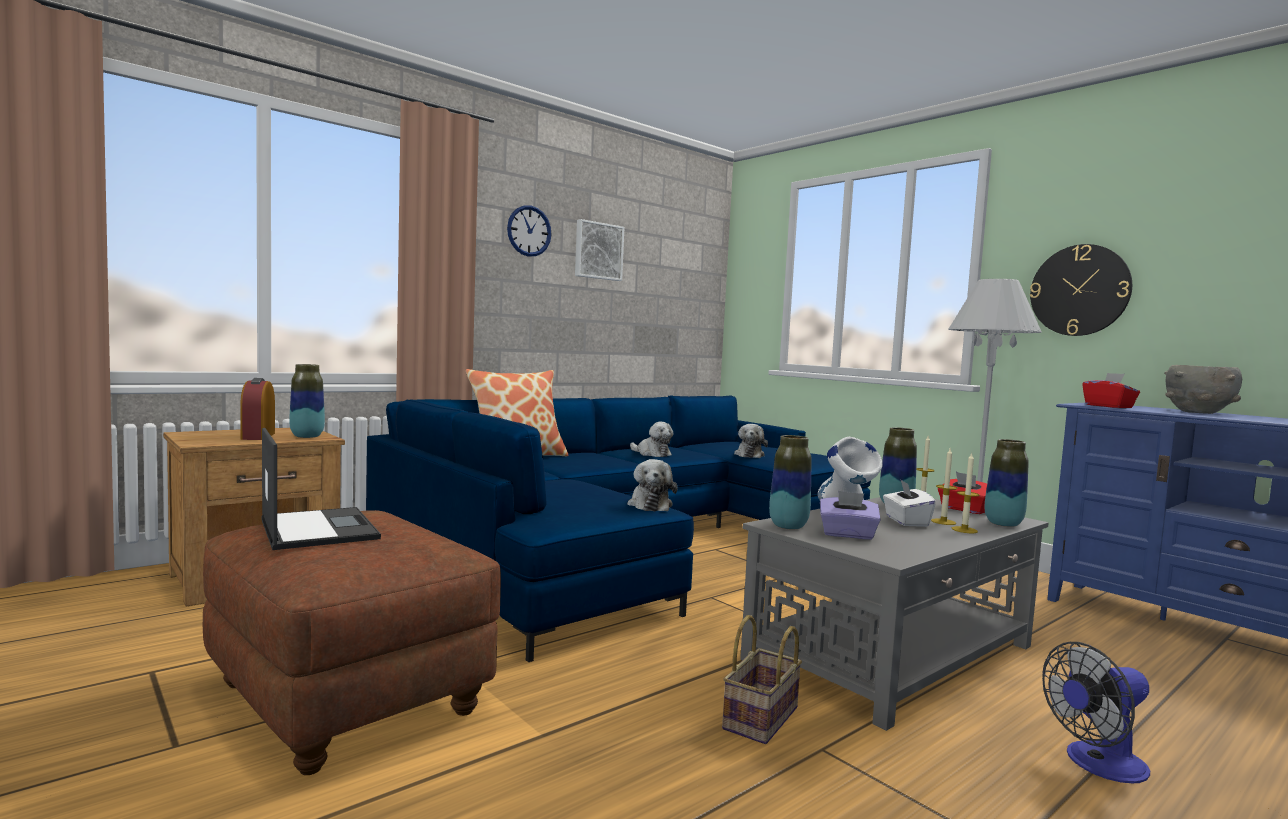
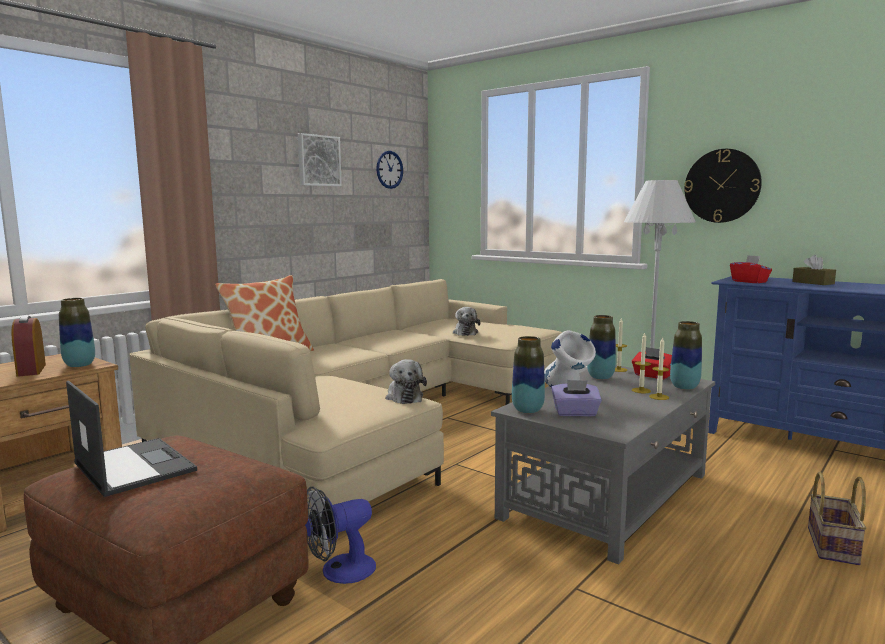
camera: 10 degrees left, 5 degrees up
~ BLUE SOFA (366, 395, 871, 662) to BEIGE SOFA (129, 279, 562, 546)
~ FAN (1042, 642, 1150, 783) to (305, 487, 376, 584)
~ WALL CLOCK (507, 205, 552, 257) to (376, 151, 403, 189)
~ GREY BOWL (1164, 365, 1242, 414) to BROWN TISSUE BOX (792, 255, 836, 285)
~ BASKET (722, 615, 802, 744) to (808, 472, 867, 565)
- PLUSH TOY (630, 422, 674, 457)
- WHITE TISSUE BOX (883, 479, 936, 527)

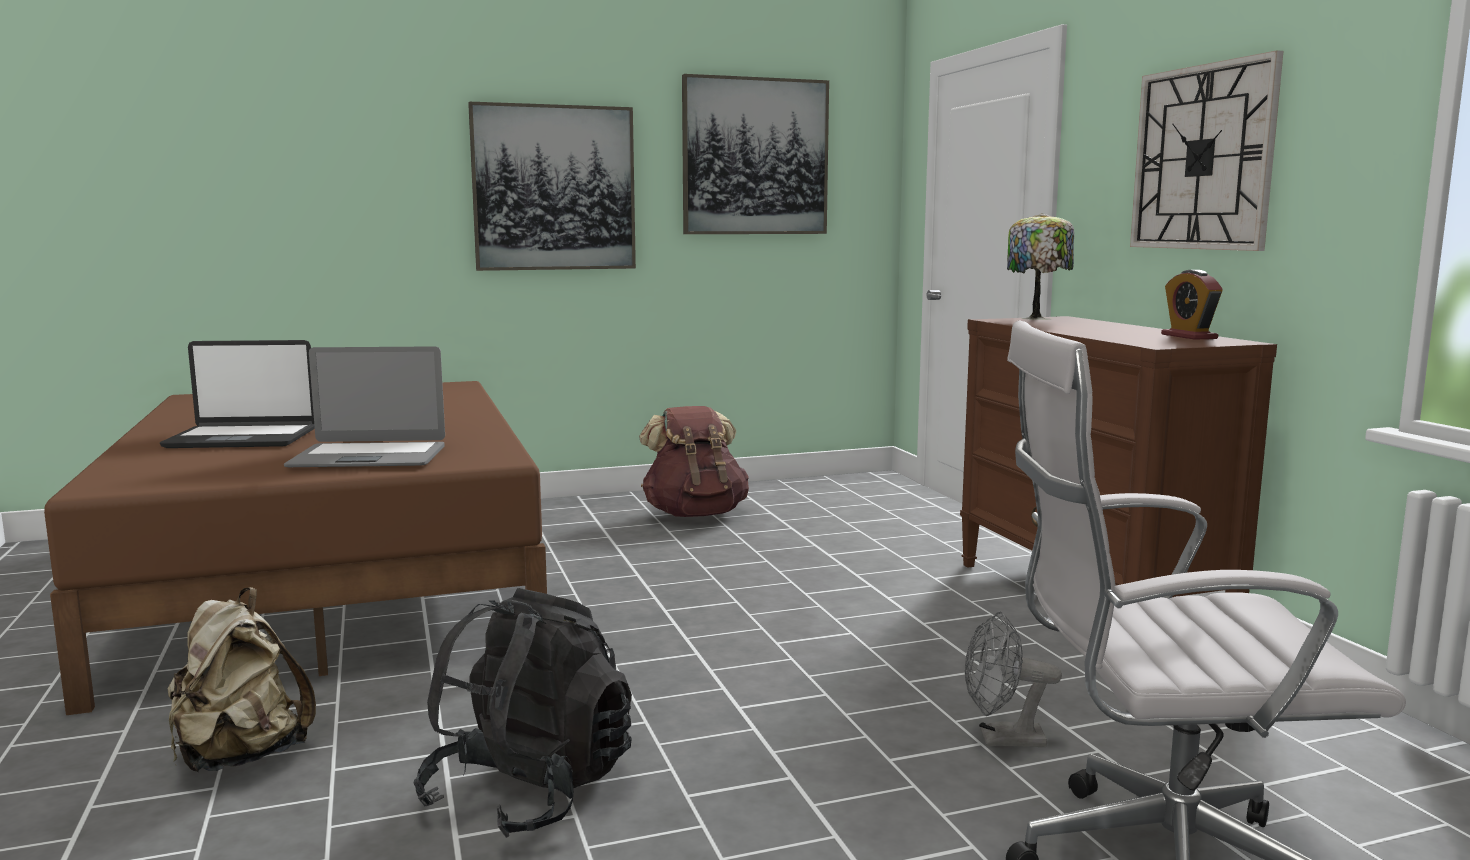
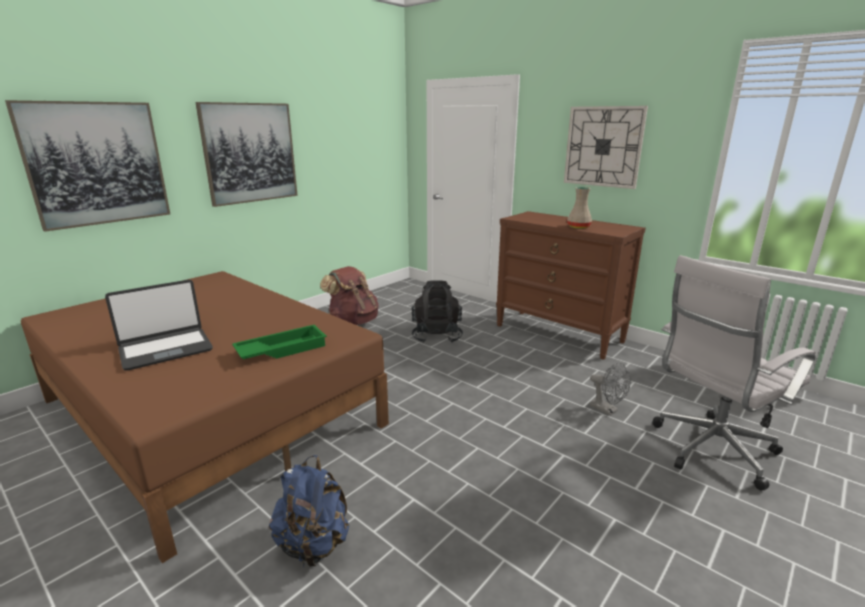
camera: 30 degrees left, 10 degrees up
~ PICTURE (682, 74, 829, 234) to (5, 100, 170, 232)
~ LAPTOP (284, 346, 445, 467) to GREEN TRAY (232, 325, 327, 359)
~ BEIGE BACKPACK (168, 587, 316, 772) to BLUE BACKPACK (269, 455, 349, 567)
~ BLACK BACKPACK (414, 588, 632, 838) to (412, 280, 463, 343)
+ BEIGE VASE (567, 187, 592, 229)
~ GREY FAN (965, 612, 1062, 747) = (589, 362, 631, 416) 105 degrees counterclockwise
- TABLE LAMP (1007, 213, 1074, 320)
- ALARM CLOCK (1161, 270, 1223, 340)

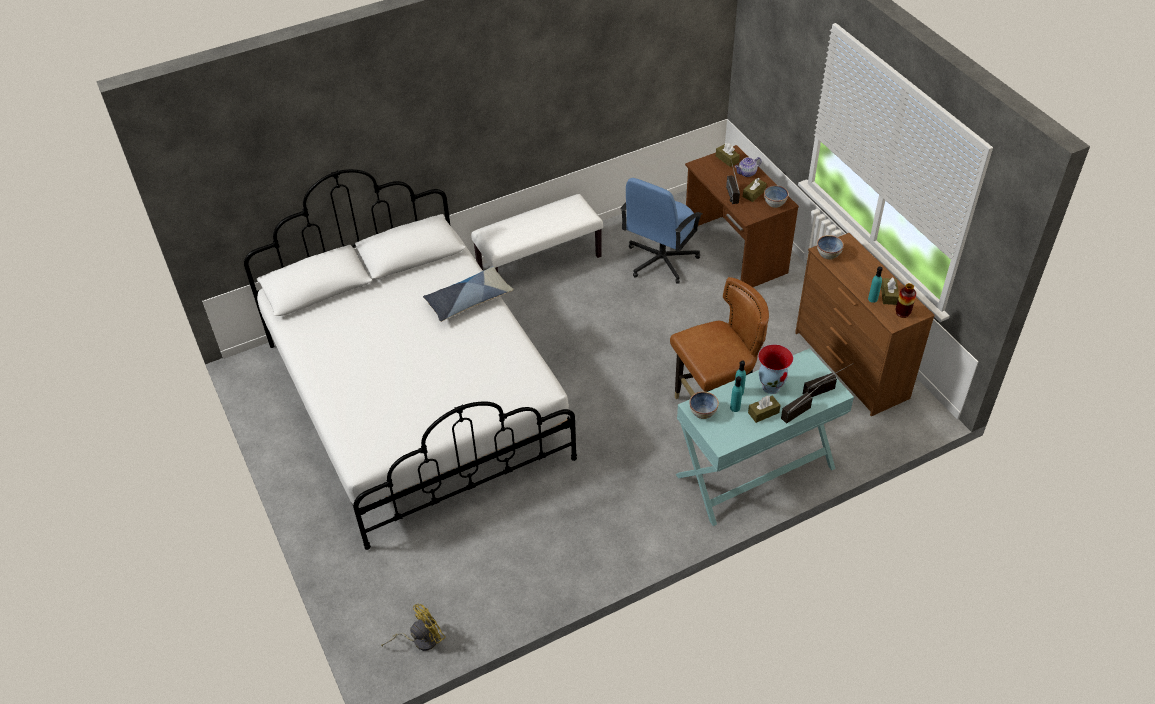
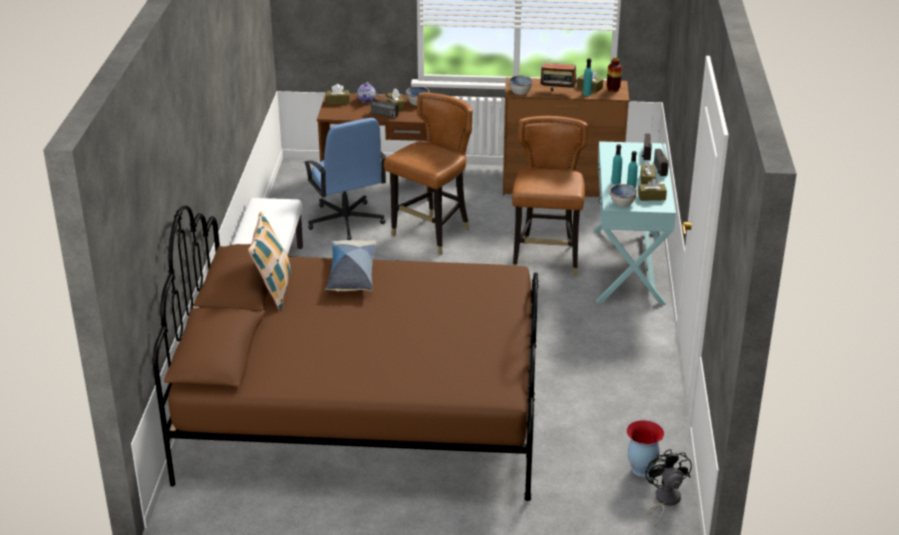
camera: 60 degrees left, 15 degrees down
~ WHITE BED (244, 169, 577, 550) to BROWN BED (153, 205, 538, 501)
+ PILLOW (248, 212, 291, 310)
+ BROWN CHAIR (384, 93, 472, 255)
+ RADIO (540, 60, 577, 91)
~ VASE (758, 344, 793, 394) to (626, 420, 664, 477)
+ BROWN TISSUE BOX (638, 178, 667, 201)
~ YELLOW FAN (381, 604, 446, 651) to BLACK FAN (646, 449, 692, 527)

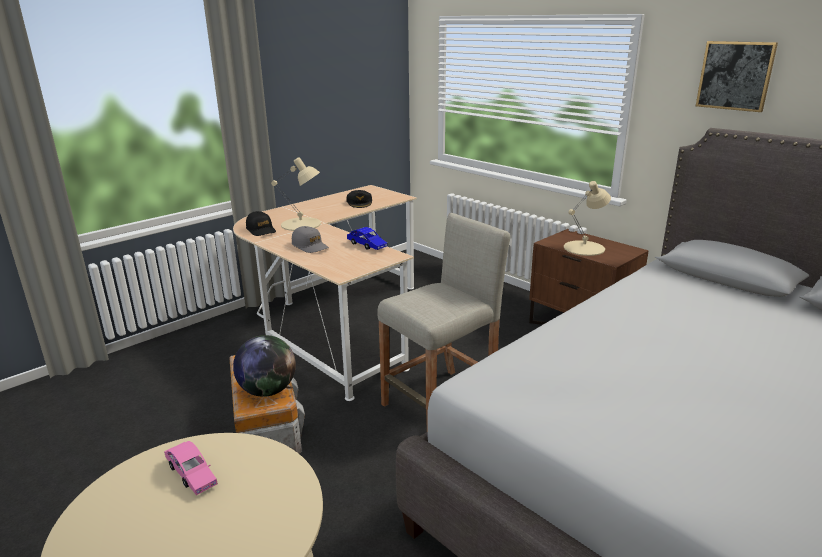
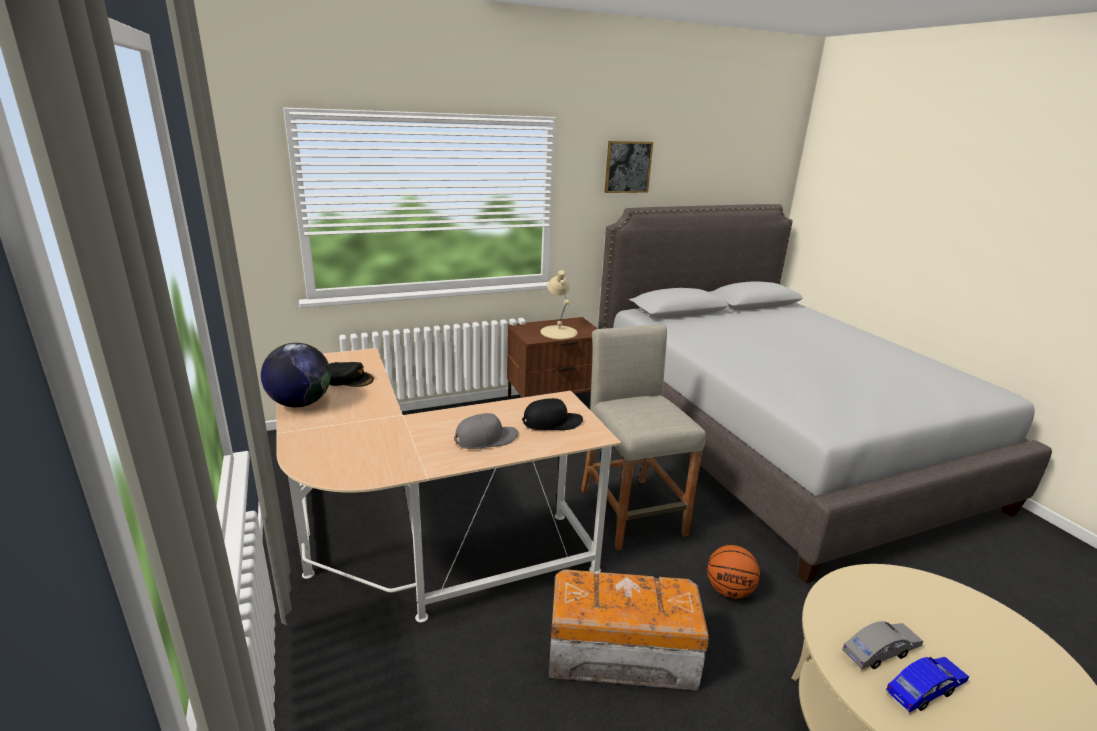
camera: 70 degrees left, 0 degrees up
~ GLOBE (233, 335, 296, 397) to (261, 343, 331, 407)
~ BLACK CAP (246, 211, 276, 236) to (522, 398, 583, 430)
+ BASKETBALL (707, 545, 760, 598)
~ PINK TOY CAR (164, 441, 218, 495) to GREY TOY CAR (842, 621, 923, 669)
~ BLUE TOY CAR (347, 227, 388, 250) to (886, 657, 969, 712)
- BEIGE TABLE LAMP (271, 157, 321, 231)

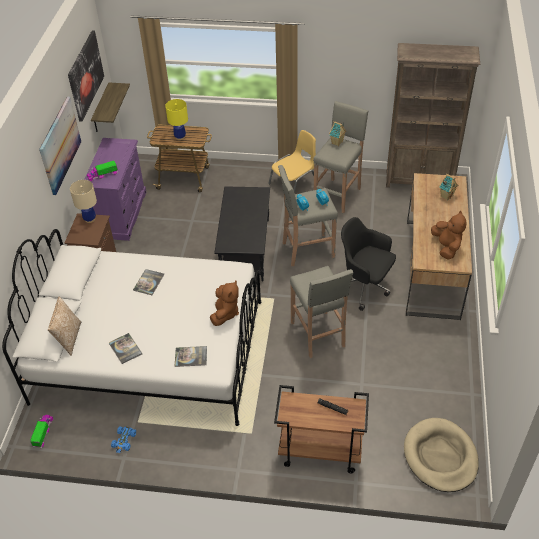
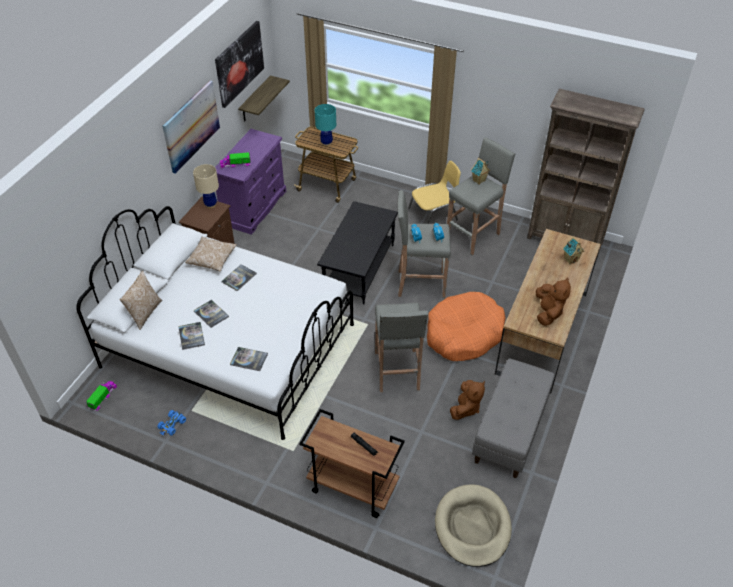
camera: 15 degrees right, 0 degrees up
+ PILLOW (185, 237, 237, 271)
+ BOOK (194, 300, 229, 328)
~ YELLOW TABLE LAMP (165, 99, 188, 140) to TURQUOISE TABLE LAMP (315, 104, 336, 146)
~ BLACK OFFICE CHAIR (341, 217, 396, 311) to ORANGE DOG BED (427, 292, 506, 361)
~ BROWN PLUSH TOY (210, 281, 239, 326) to (450, 380, 485, 420)
+ GREY BENCH (472, 358, 554, 478)

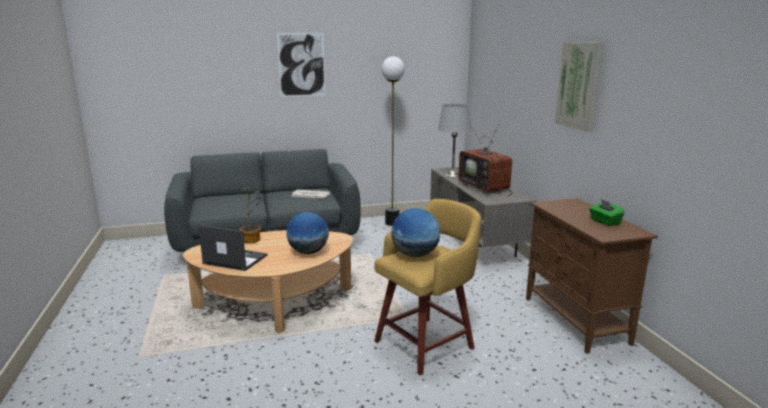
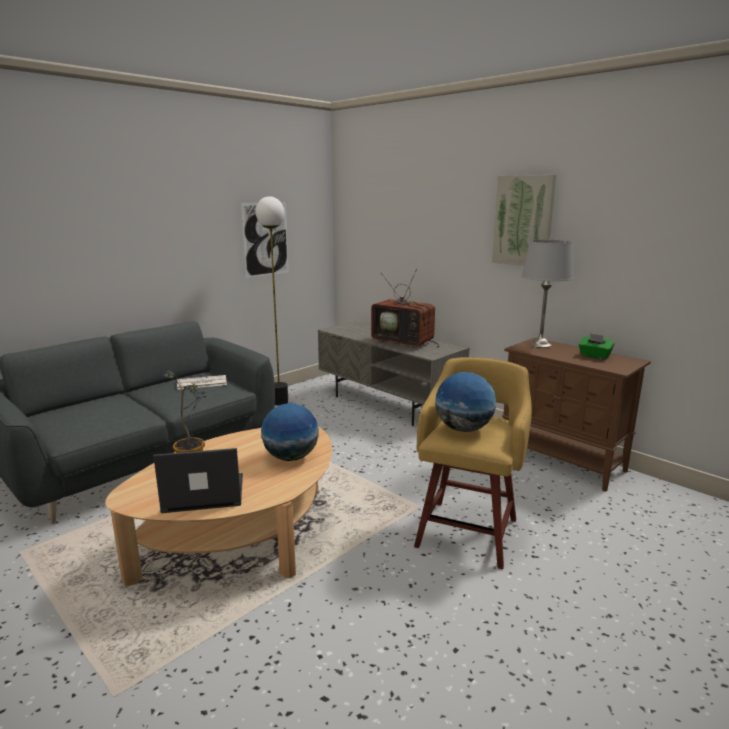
camera: 30 degrees left, 0 degrees up
~ PICTURE (277, 33, 326, 97) to (241, 202, 289, 278)
~ GREY TABLE LAMP (438, 104, 472, 177) to (522, 240, 574, 348)

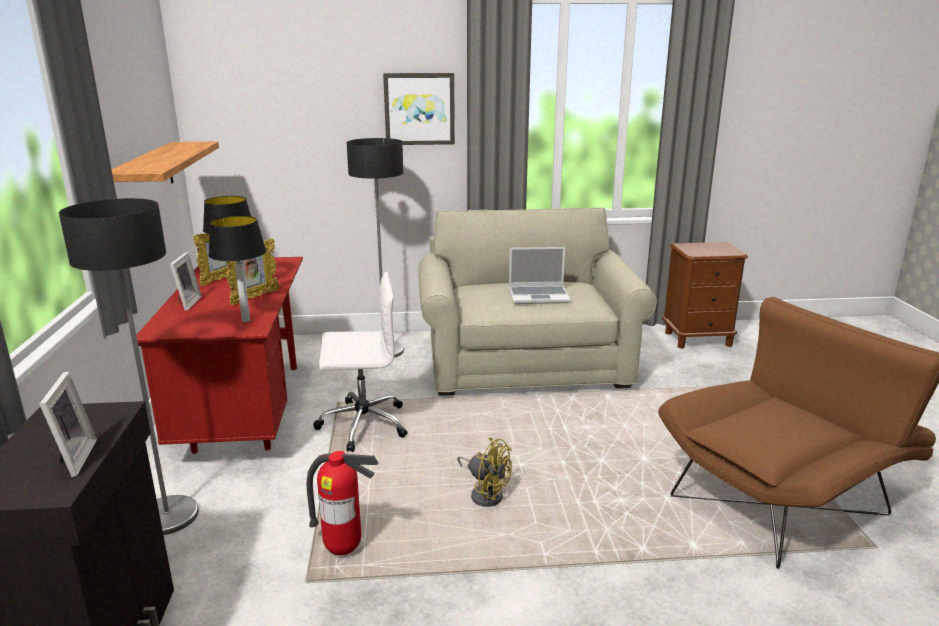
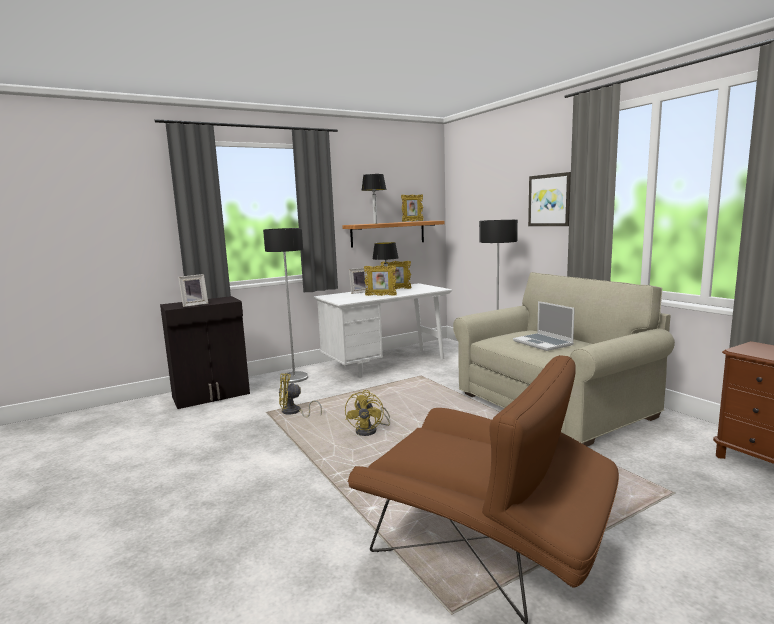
camera: 65 degrees right, 10 degrees down
~ FIRE EXTINGUISHER (306, 451, 378, 555) to YELLOW FAN (279, 374, 322, 417)
~ RED DESK (137, 257, 303, 454) to WHITE DESK (313, 283, 453, 378)
~ TABLE LAMP (208, 216, 266, 322) to (361, 174, 387, 224)
+ PICTURE FRAME (401, 194, 424, 222)
- WHITE OFFICE CHAIR (313, 272, 407, 452)

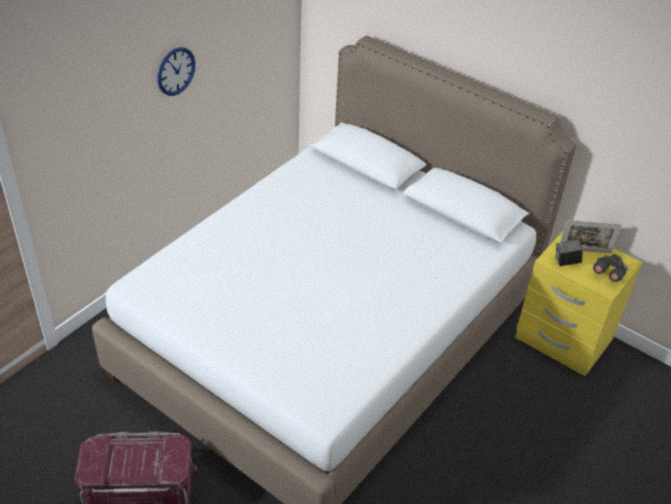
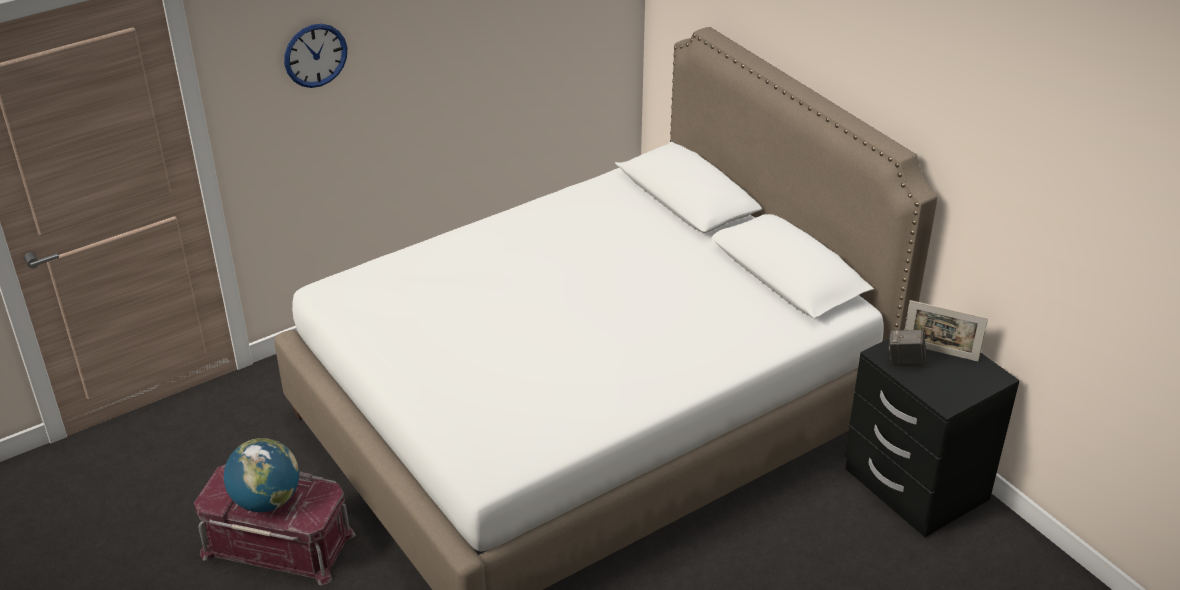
camera: 20 degrees right, 5 degrees down
+ GLOBE (224, 438, 299, 512)
~ WALL CLOCK (157, 47, 195, 96) to (284, 24, 347, 88)
~ YELLOW NIGHTSTAND (515, 230, 643, 376) to BLACK NIGHTSTAND (845, 338, 1020, 537)
- GREY BINOCULARS (593, 253, 628, 282)

